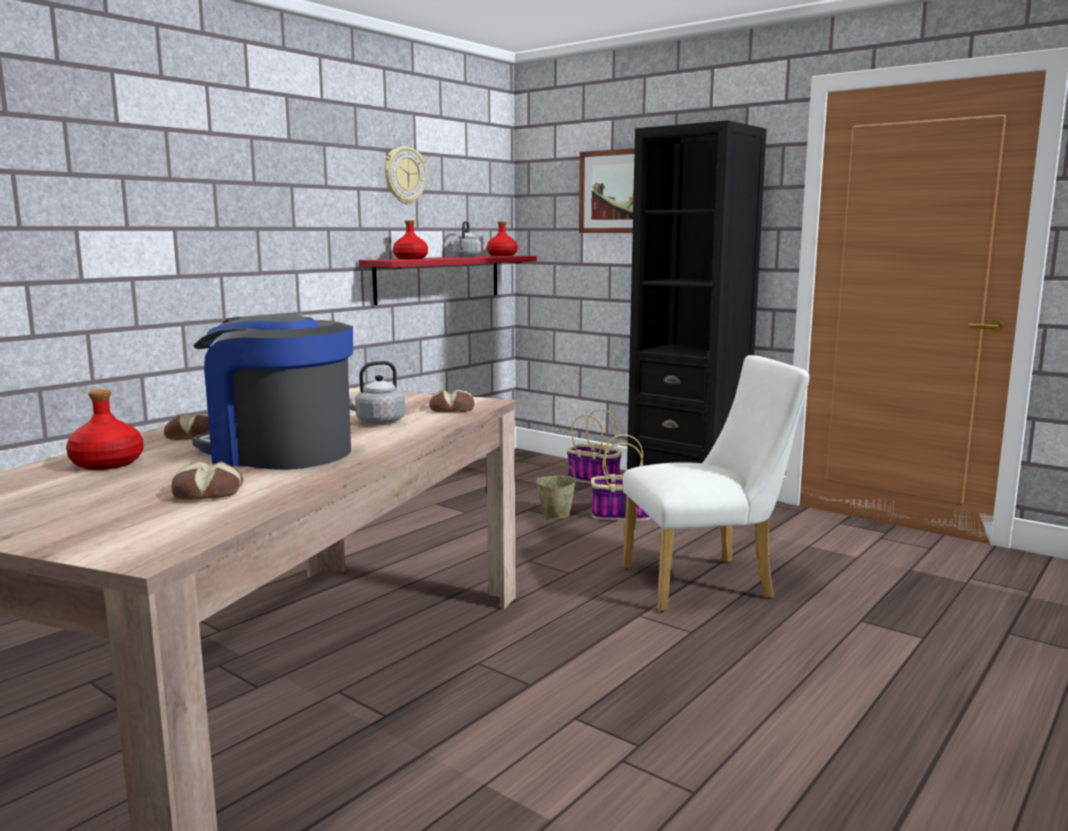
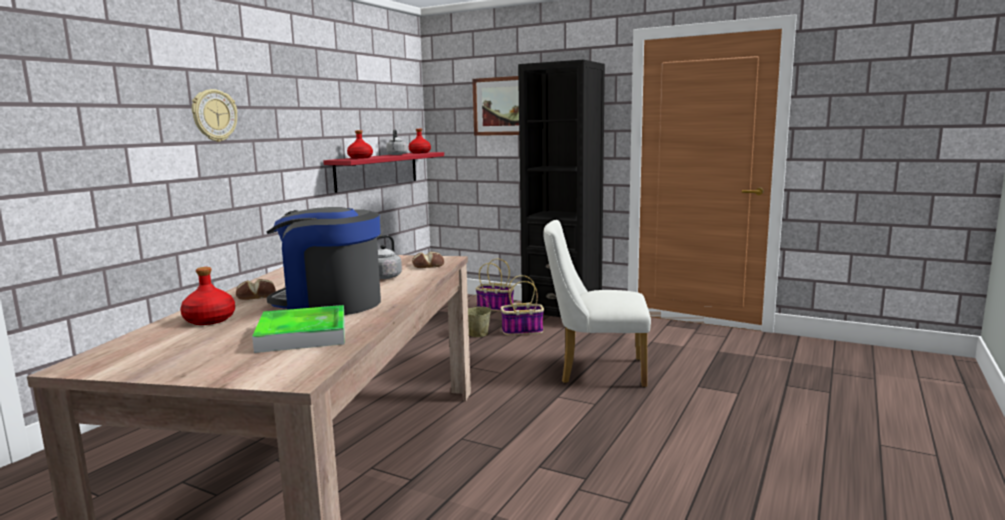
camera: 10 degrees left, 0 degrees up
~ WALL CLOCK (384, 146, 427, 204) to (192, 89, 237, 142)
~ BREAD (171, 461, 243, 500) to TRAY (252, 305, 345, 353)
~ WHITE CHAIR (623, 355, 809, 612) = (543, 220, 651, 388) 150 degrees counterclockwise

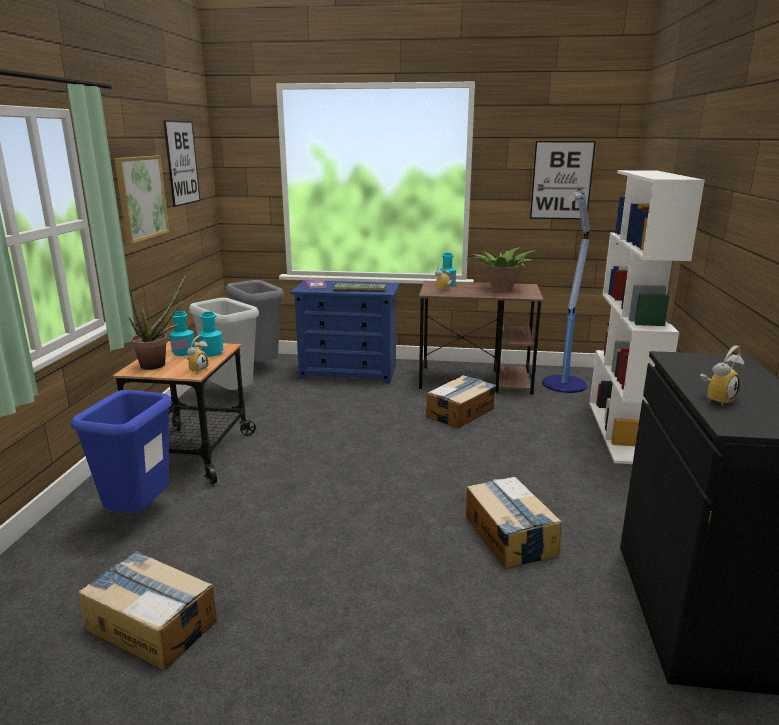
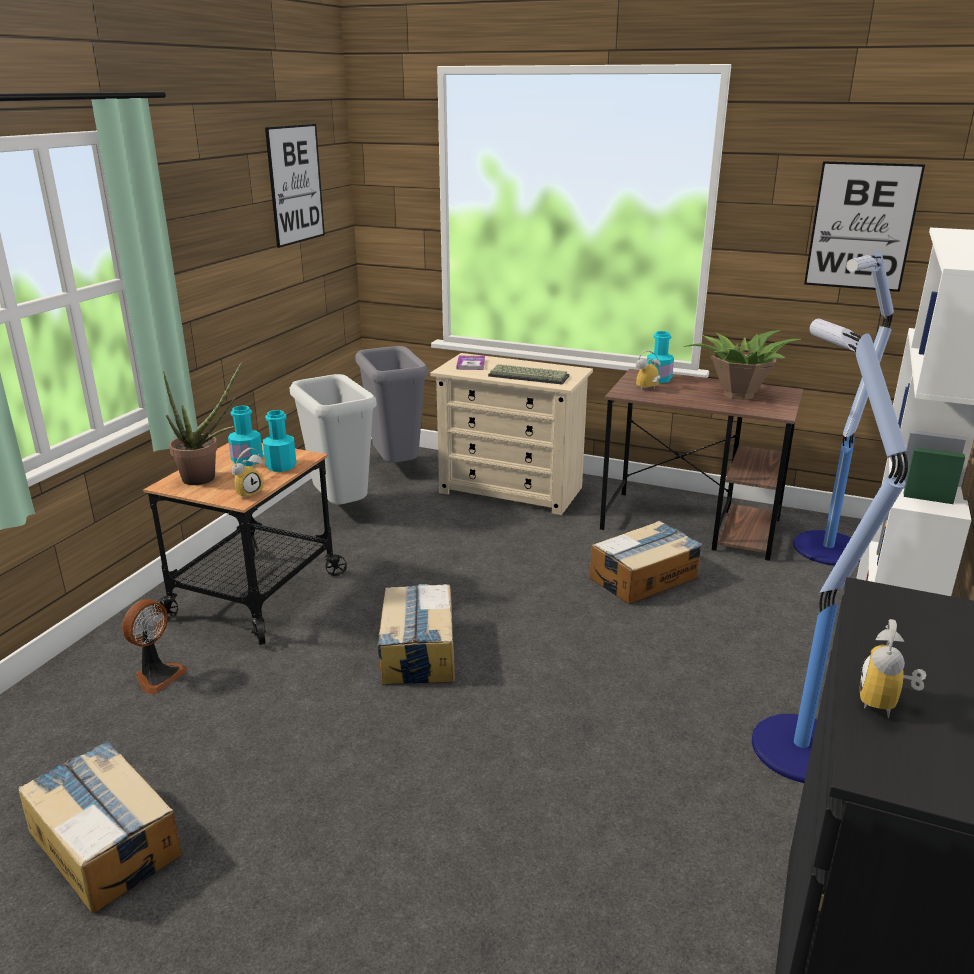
camera: 15 degrees right, 5 degrees up
~ BLUE TRASH CAN (71, 390, 172, 513) to FAN (122, 599, 188, 694)
~ CARDBOARD BOX (466, 477, 562, 568) to (378, 584, 455, 684)
~ BLUE DRESSER (290, 280, 399, 383) to BEIGE DRESSER (430, 353, 593, 515)
+ FLOOR LAMP (752, 319, 908, 783)
~ ALARM CLOCK (700, 345, 745, 407) = (860, 619, 926, 718) 135 degrees clockwise
- PICTURE (114, 156, 170, 244)

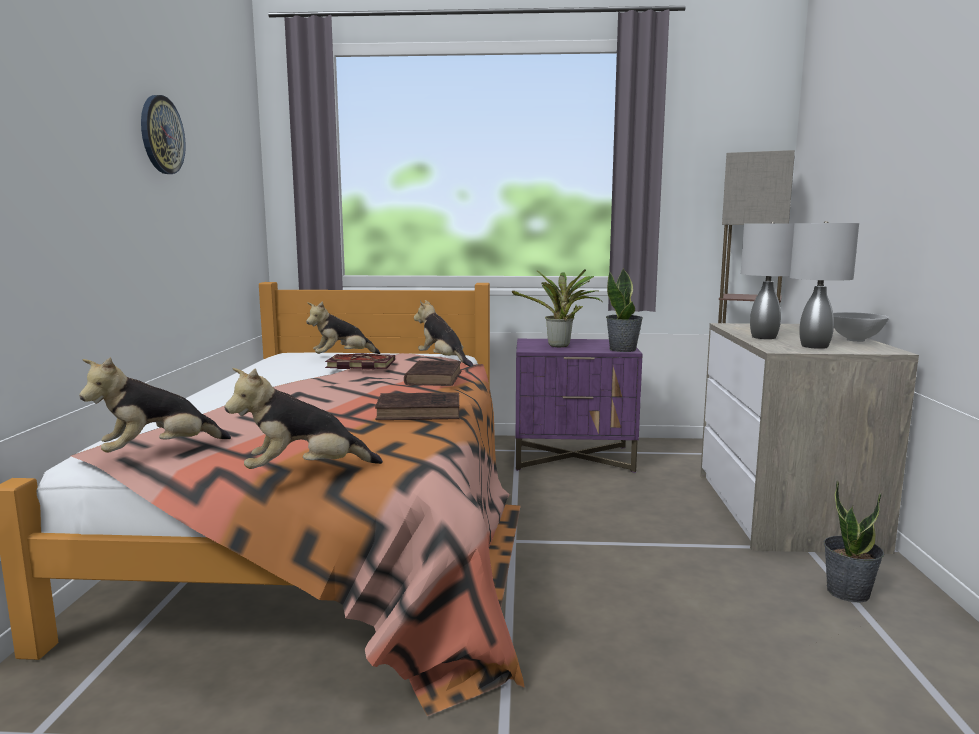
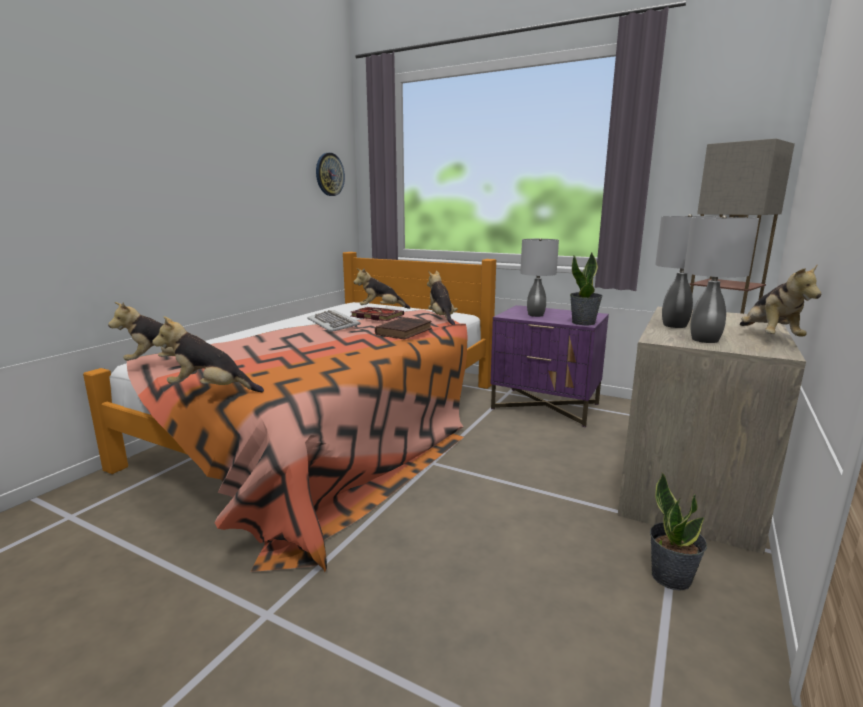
camera: 25 degrees right, 5 degrees up
+ KEYBOARD (307, 310, 361, 332)
~ WALL CLOCK (141, 95, 186, 174) to (316, 153, 345, 196)
~ POTTED PLANT (512, 269, 601, 347) to GREY TABLE LAMP (520, 238, 559, 317)
~ WHITE BOWL (833, 312, 889, 342) to PLUSH TOY (740, 264, 821, 337)
- BROWN BOOK (375, 392, 459, 420)

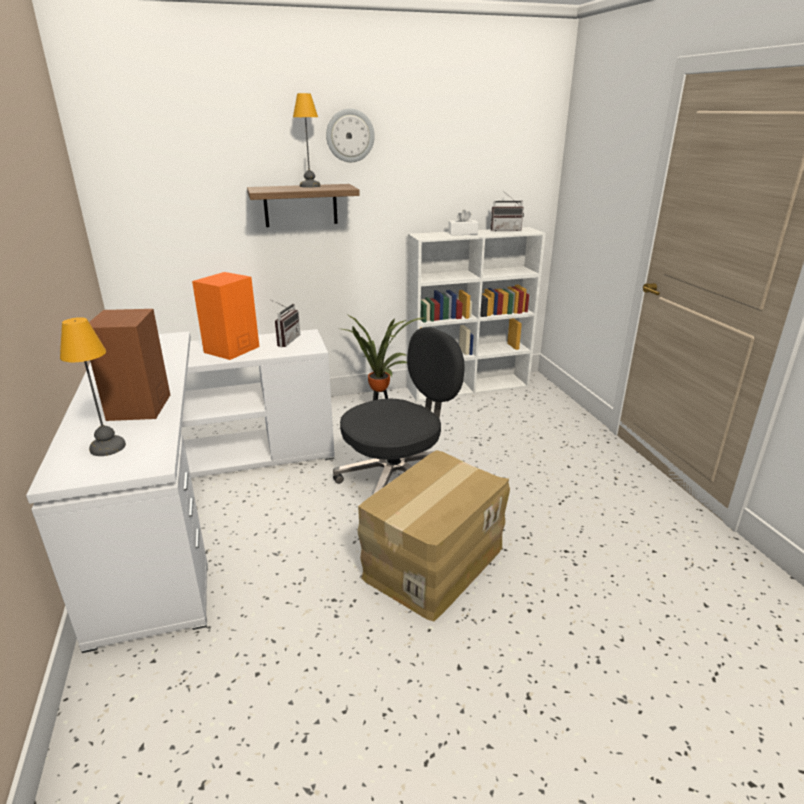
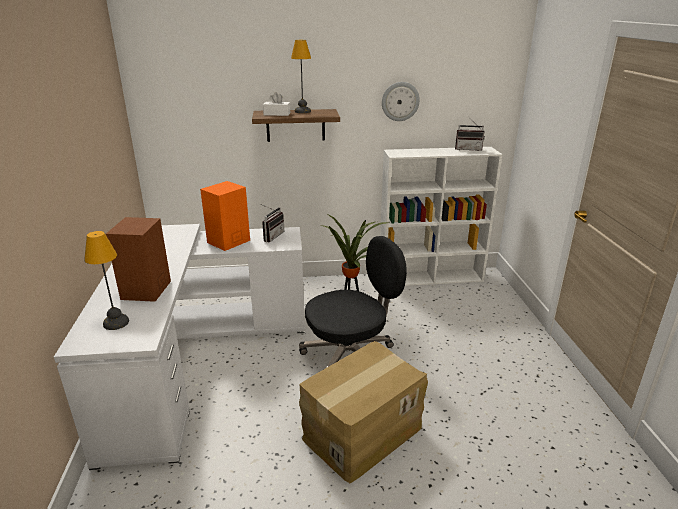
camera: 10 degrees right, 0 degrees up
~ WHITE TISSUE BOX (448, 209, 478, 235) to (263, 92, 290, 116)
~ WALL CLOCK (326, 109, 375, 162) to (382, 82, 420, 121)

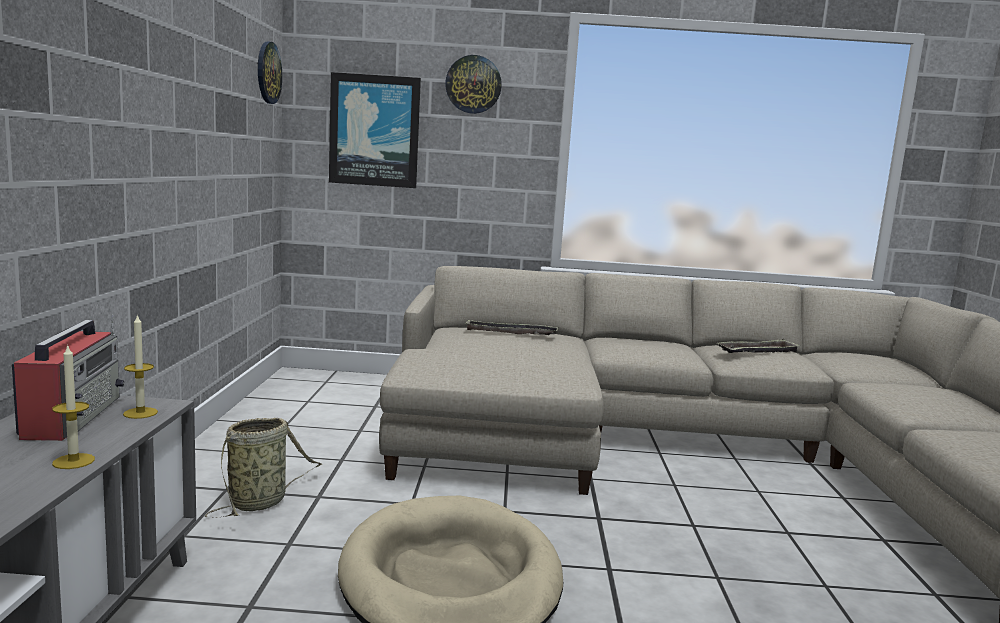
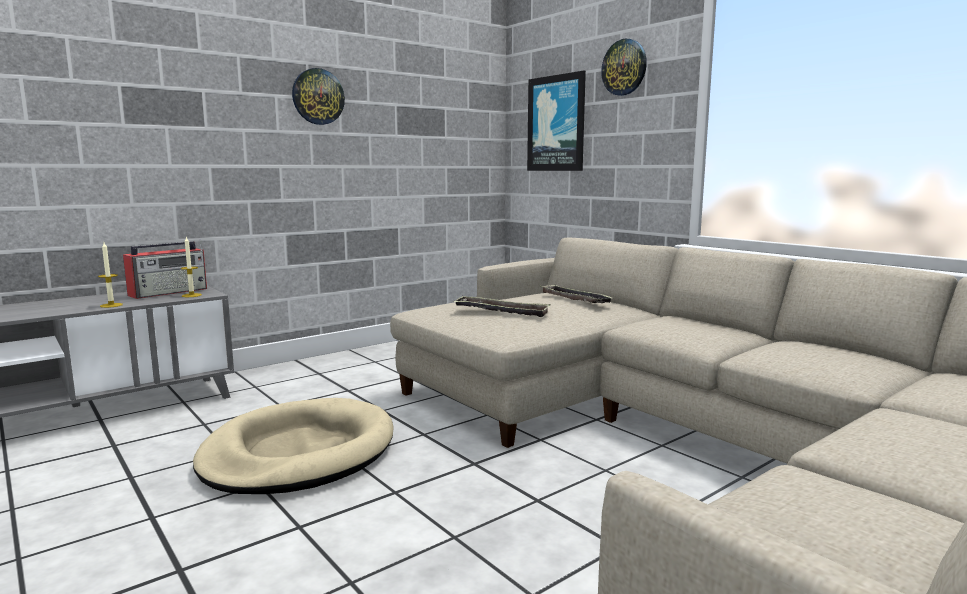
camera: 50 degrees right, 0 degrees up
~ WALL CLOCK (258, 42, 282, 104) to (292, 68, 345, 125)
~ TRAY (717, 339, 800, 353) to (453, 296, 551, 317)
- BASKET (205, 418, 322, 518)

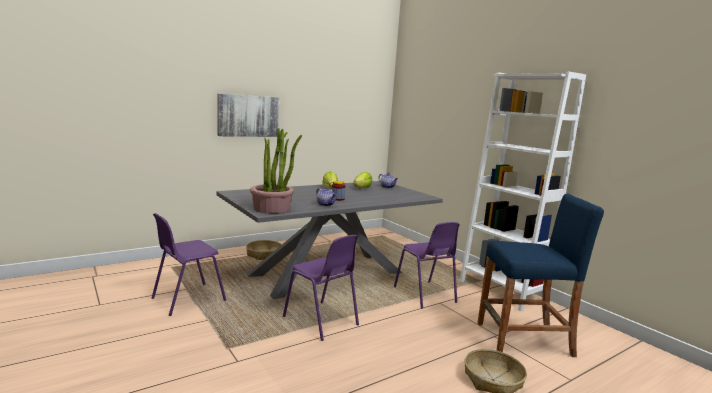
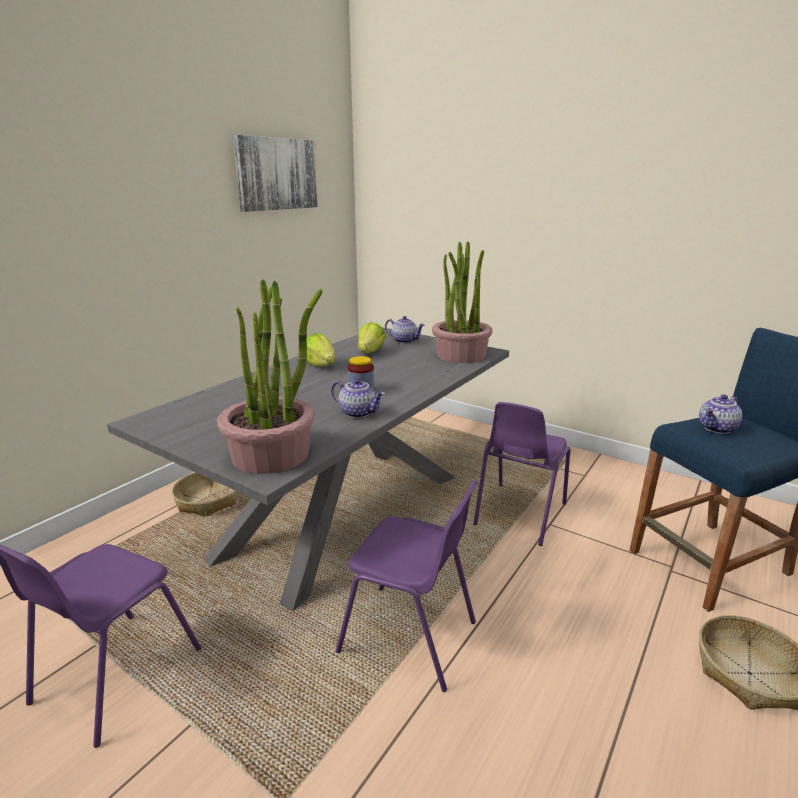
camera: 20 degrees left, 10 degrees up
~ PICTURE (218, 94, 279, 137) to (233, 135, 318, 212)
+ POTTED PLANT (432, 242, 493, 363)
~ PURPLE CHAIR (394, 222, 460, 308) = (474, 402, 570, 546) 75 degrees clockwise
+ TEAPOT (699, 395, 742, 434)
- WHITE BOOKCASE (460, 72, 586, 311)

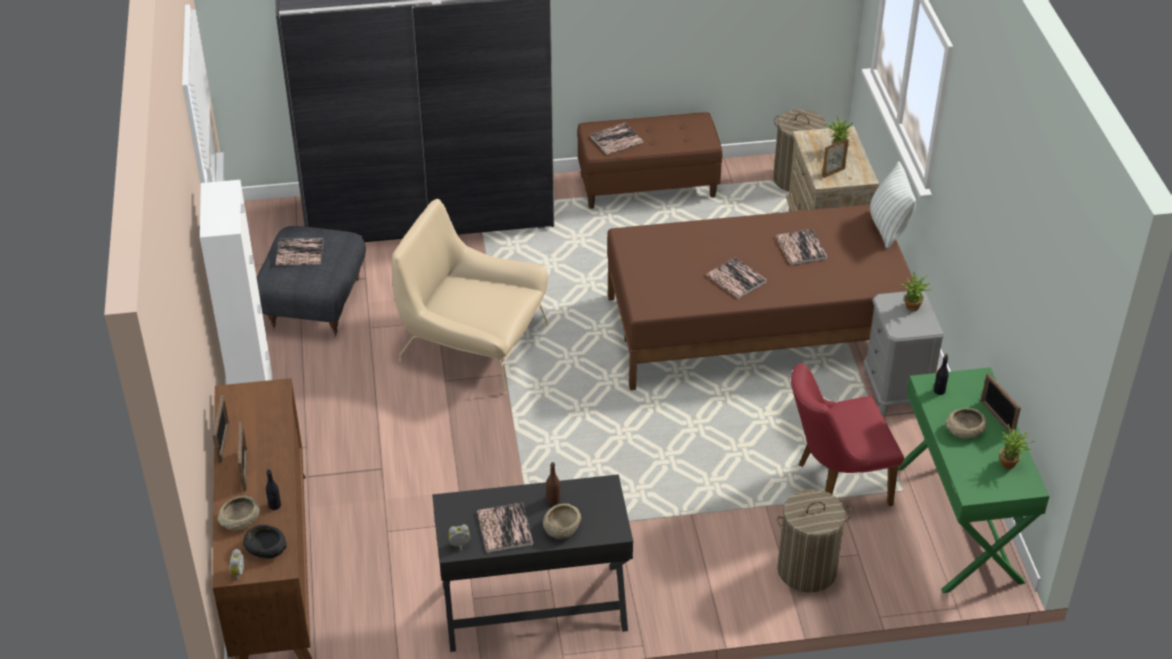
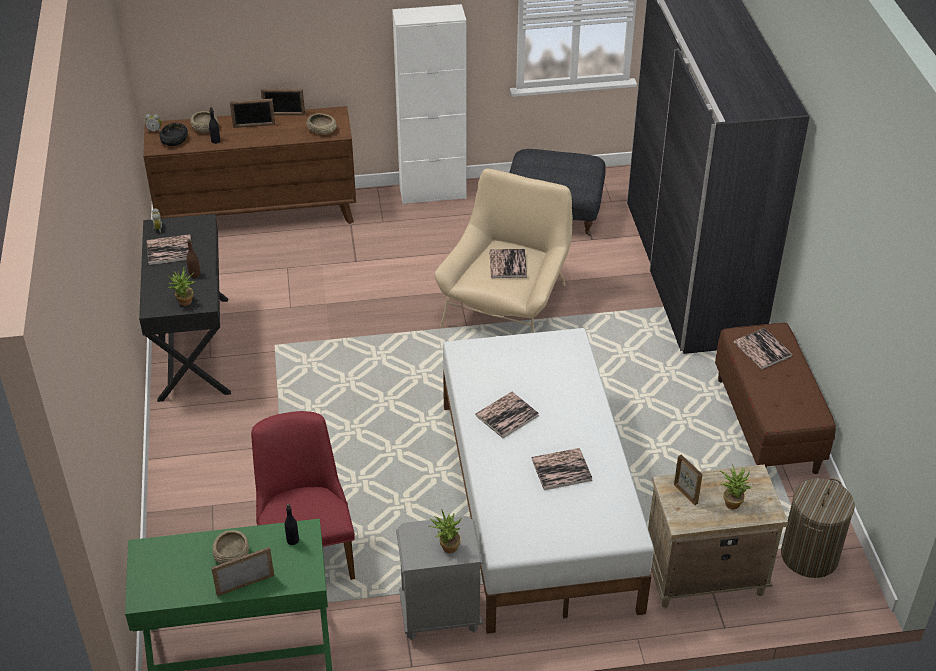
camera: 90 degrees right, 0 degrees up
~ POTTED PLANT (999, 424, 1033, 469) to (168, 267, 196, 306)
~ BEIGE BOWL (543, 504, 581, 539) to (306, 113, 337, 135)
~ BROWN BED (607, 204, 913, 390) to WHITE BED (443, 328, 654, 634)
~ BOOK (276, 238, 324, 265) to (489, 249, 527, 278)
- LAUNDRY BASKET (777, 489, 852, 592)
- PILLOW (870, 161, 916, 249)

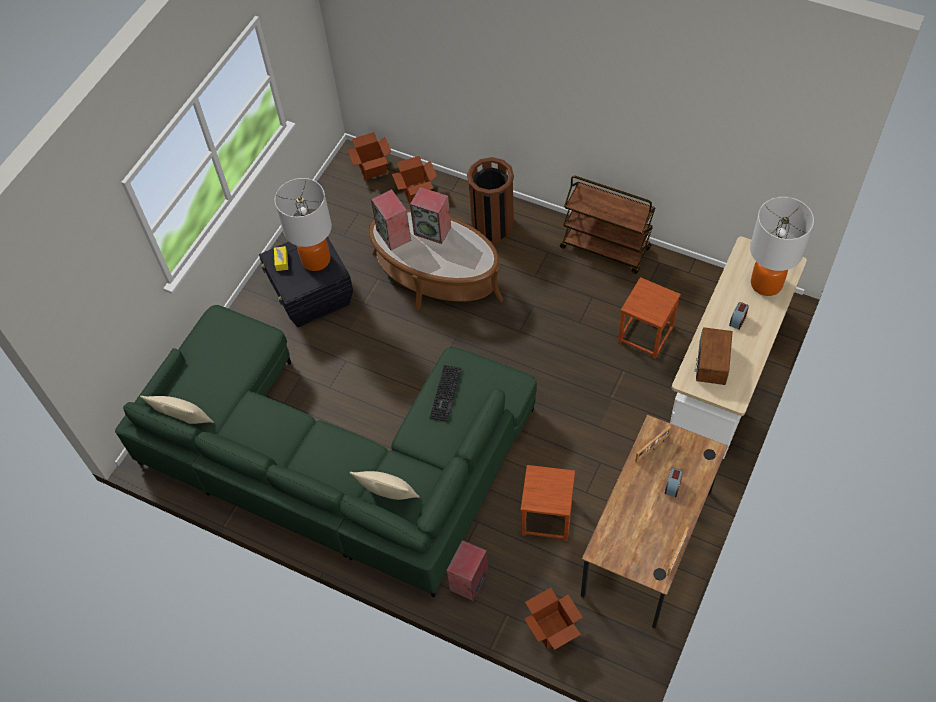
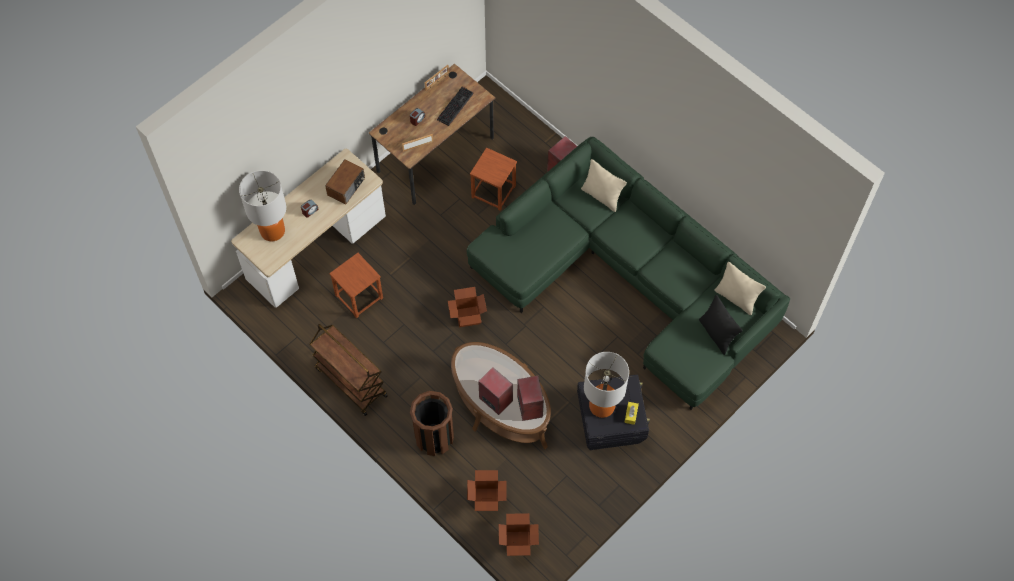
camera: 165 degrees left, 5 degrees up
~ KEYBOARD (429, 365, 462, 422) to (437, 87, 474, 126)
~ CARDBOARD BOX (524, 588, 583, 650) to (448, 287, 487, 328)
+ BLACK PILLOW (699, 295, 743, 355)

